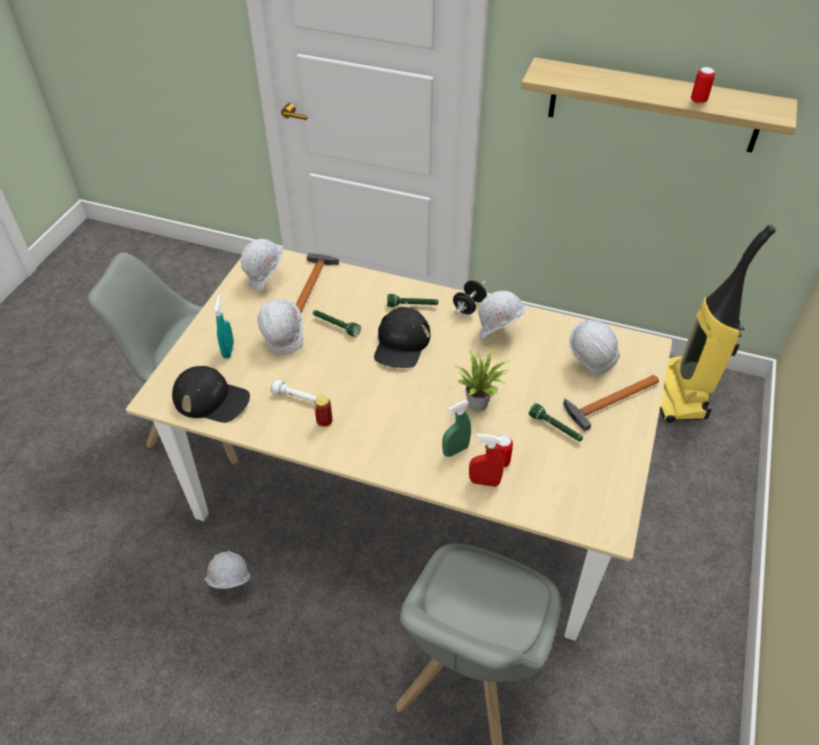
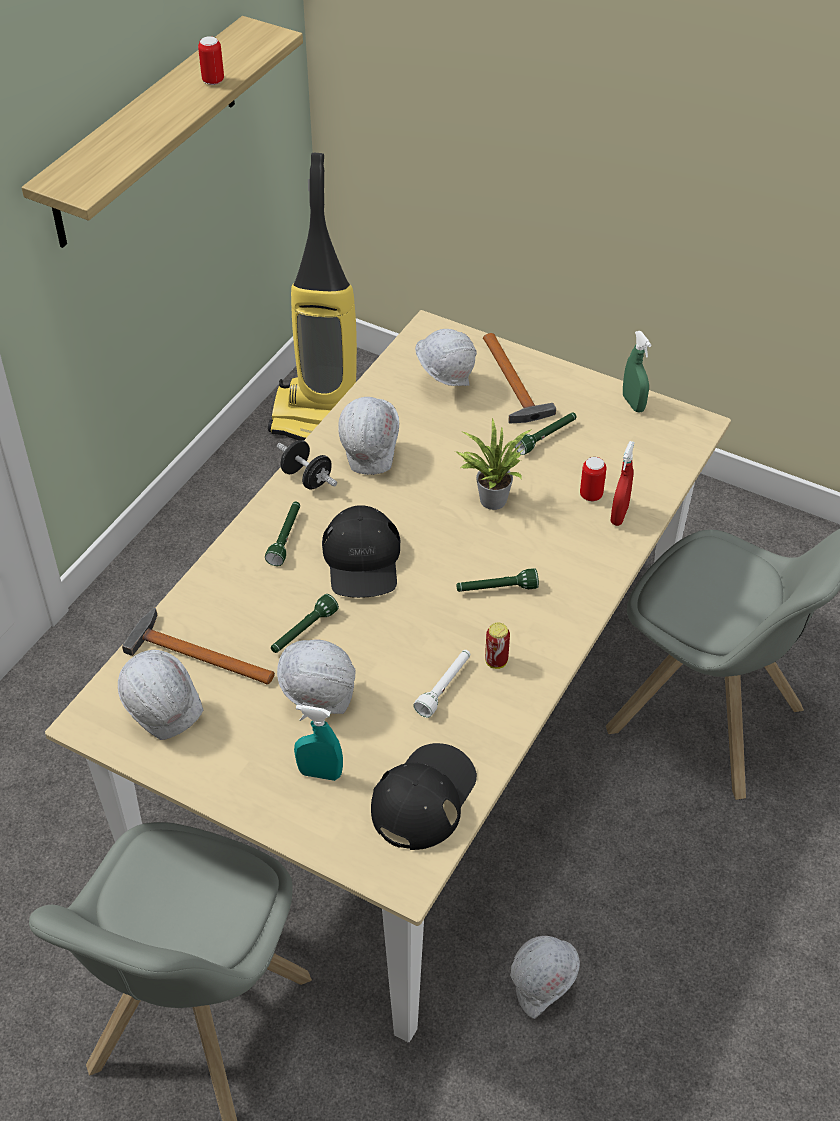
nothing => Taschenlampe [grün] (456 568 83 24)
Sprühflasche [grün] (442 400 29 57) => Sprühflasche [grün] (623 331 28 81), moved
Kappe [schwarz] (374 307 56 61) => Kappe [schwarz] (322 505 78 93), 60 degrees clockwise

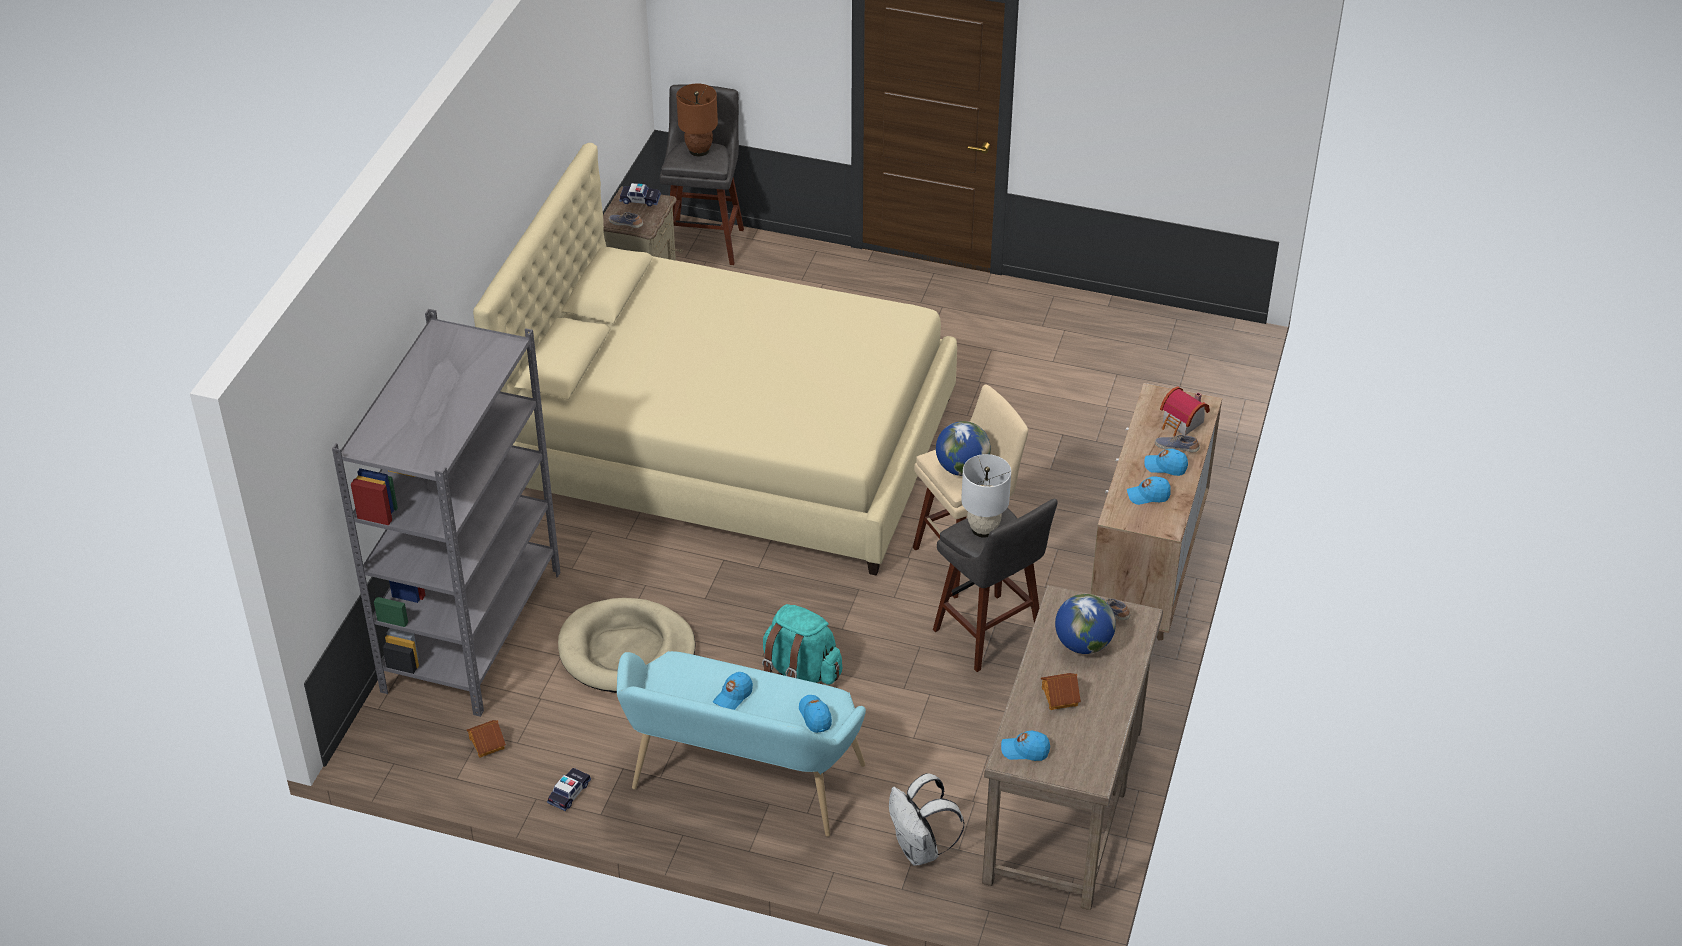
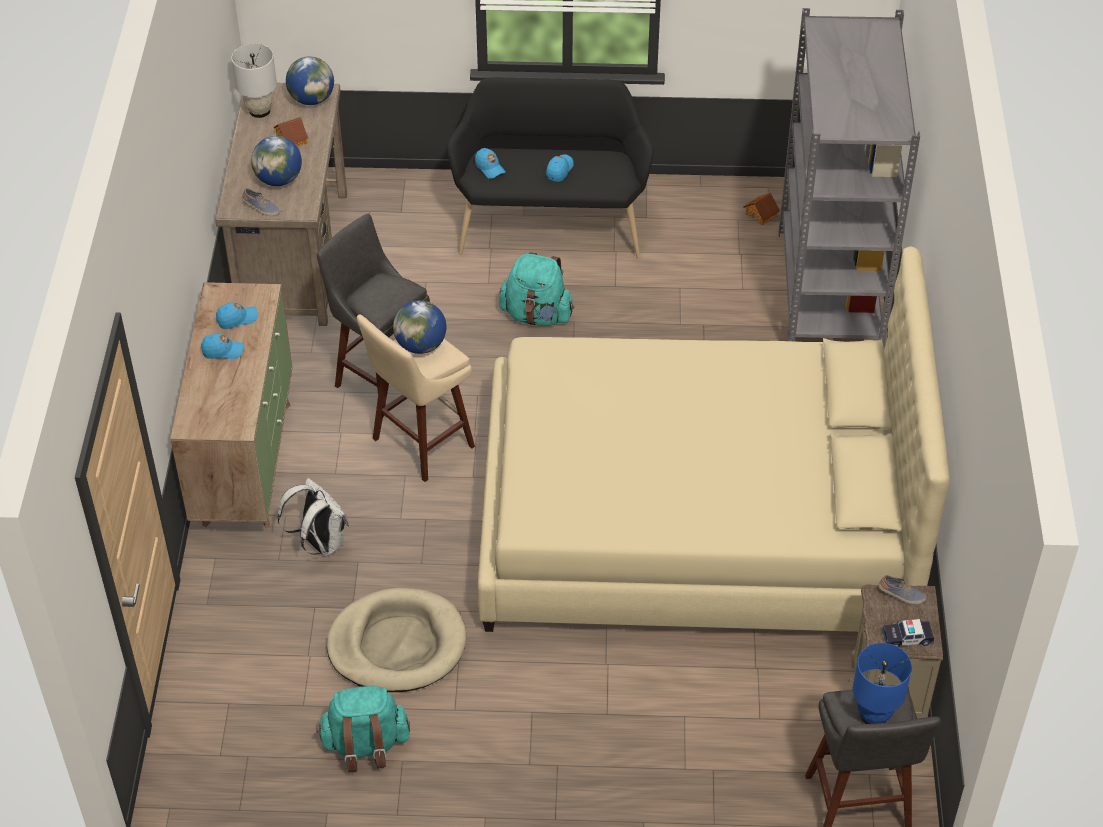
Spielzeugauto (547 768 44 43) => nothing
Schuh (1155 435 45 17) => nothing
Spielzeughaus (1160 386 50 50) => nothing
nothing => Rucksack [türkis] (316 686 94 86)
Hundebett [beige] (558 598 138 95) => Hundebett [beige] (327 588 140 104), moved
Rucksack [weiß] (889 773 75 93) => Rucksack [weiß] (277 478 72 79), moved
Tischlampe [weiß] (961 454 50 84) => Tischlampe [weiß] (231 43 46 75), moved
Kappe [blau] (1001 731 49 30) => Globus (286 56 48 49)
Bank [türkis] (617 651 249 186) => Bank [schwarz] (447 77 207 182)
Tischlampe [braun] (676 83 42 73) => Tischlampe [blau] (853 643 59 81)

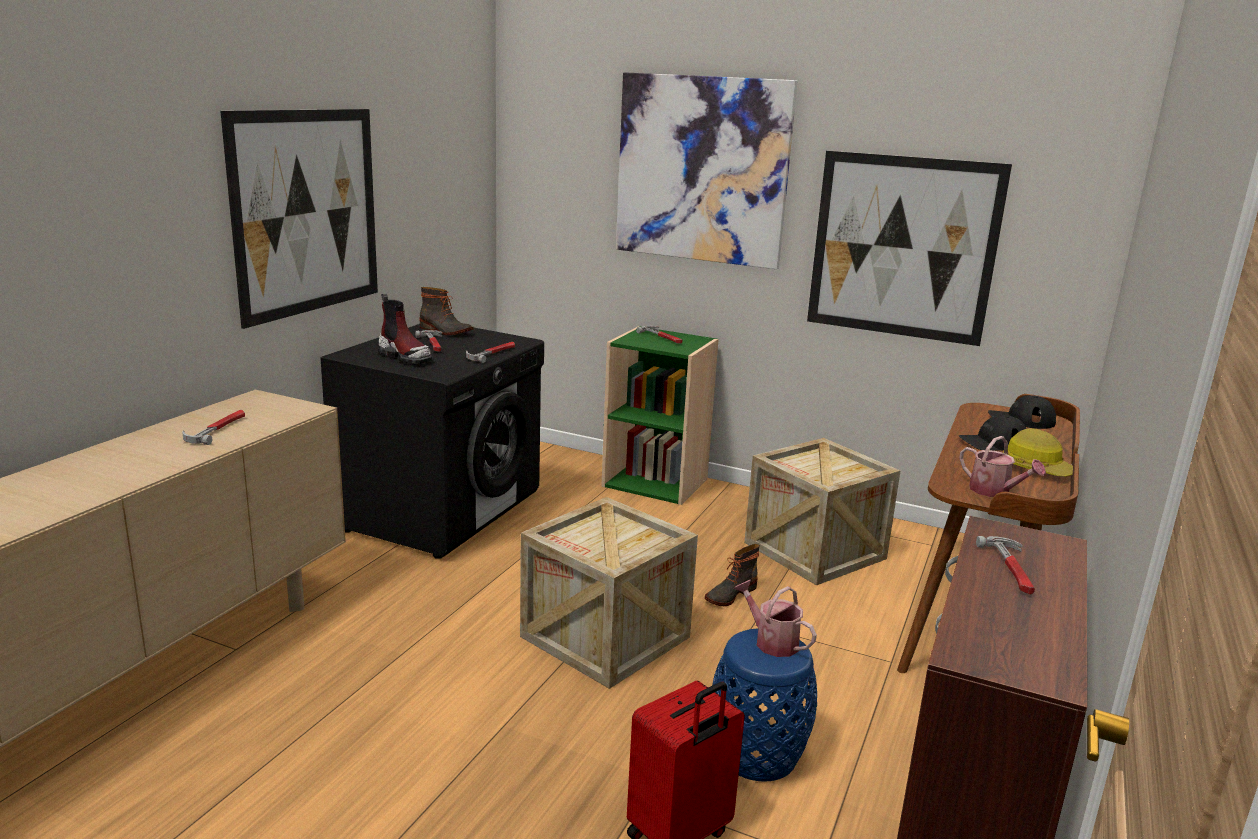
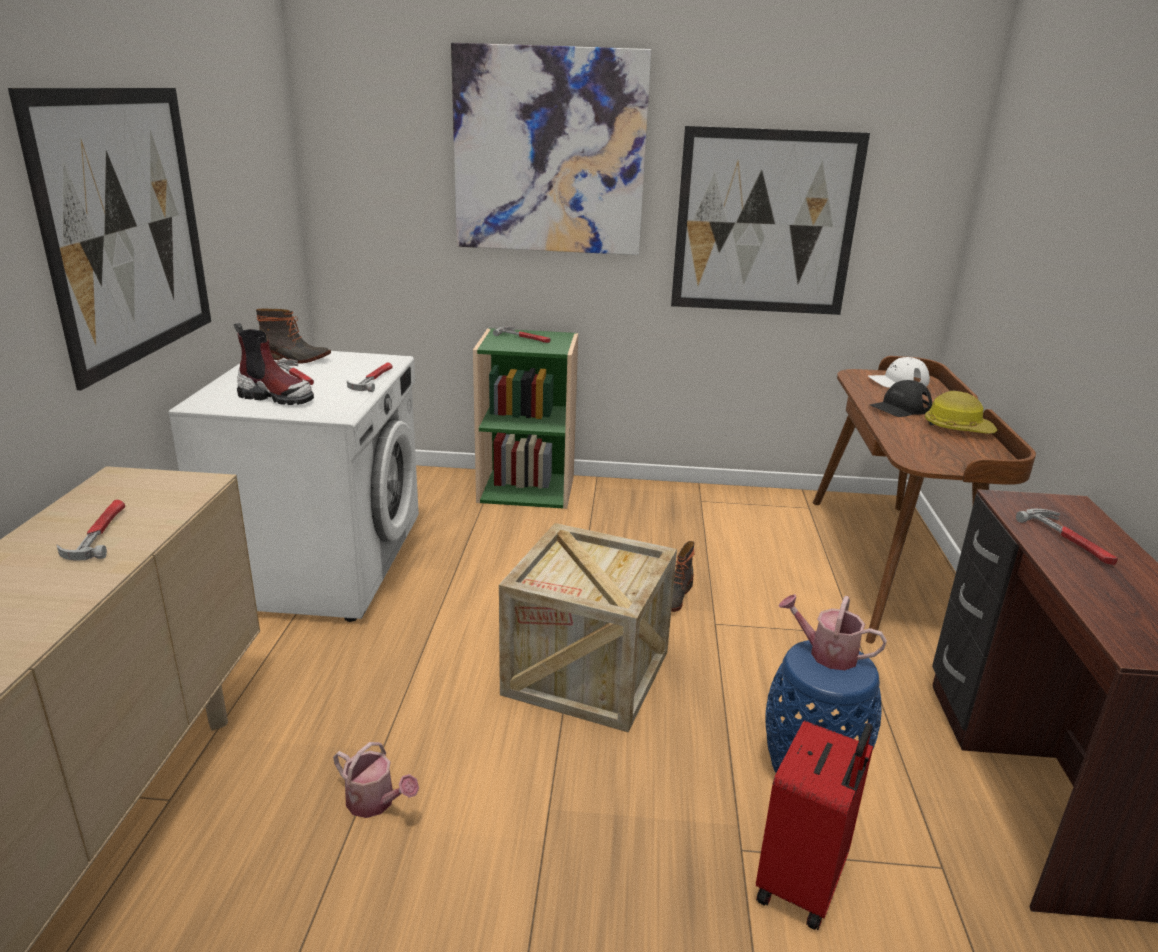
Kiste (744 438 156 147) => nothing
Gießkanne (959 436 87 61) => Gießkanne (333 742 86 76), moved
Waschmaschine [schwarz] (320 324 224 234) => Waschmaschine [weiß] (168 351 251 271)
Kappe [schwarz] (988 395 68 34) => Kappe [weiß] (868 357 62 31)

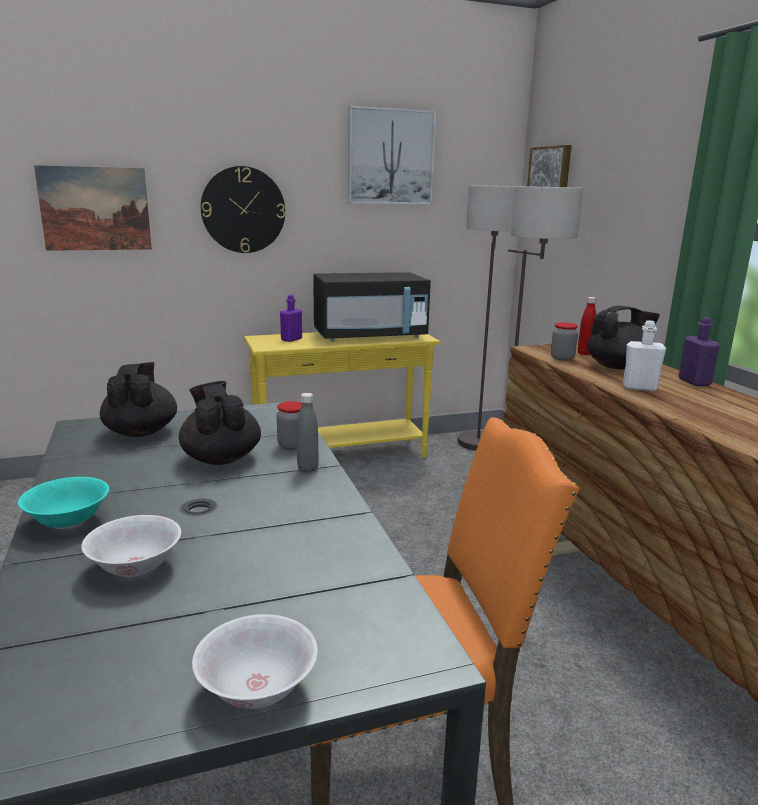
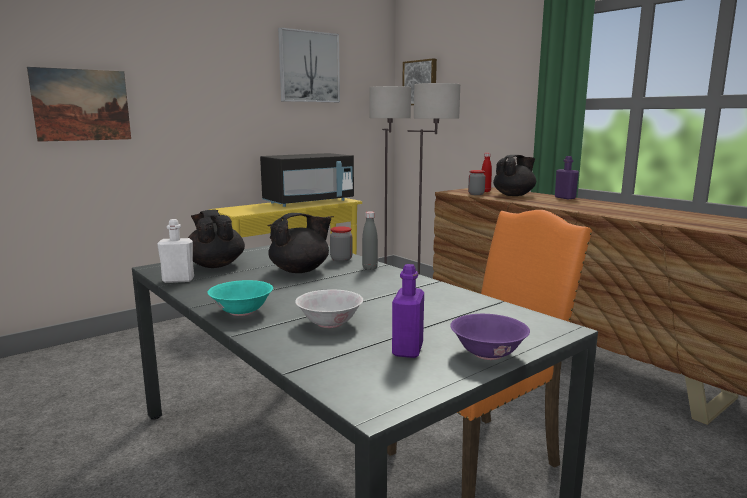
Wanduhr (201 166 84 87) => nothing
Flasche [lila] (280 295 22 47) => Flasche [lila] (392 264 32 94), moved
Flasche [weiß] (623 320 43 71) => Flasche [weiß] (157 219 37 64), moved
Schüssel [weiß] (192 614 126 95) => Schüssel [lila] (450 314 80 46)
Teekanne [schwarz] (179 381 82 84) => Teekanne [schwarz] (268 213 63 60), 105 degrees clockwise

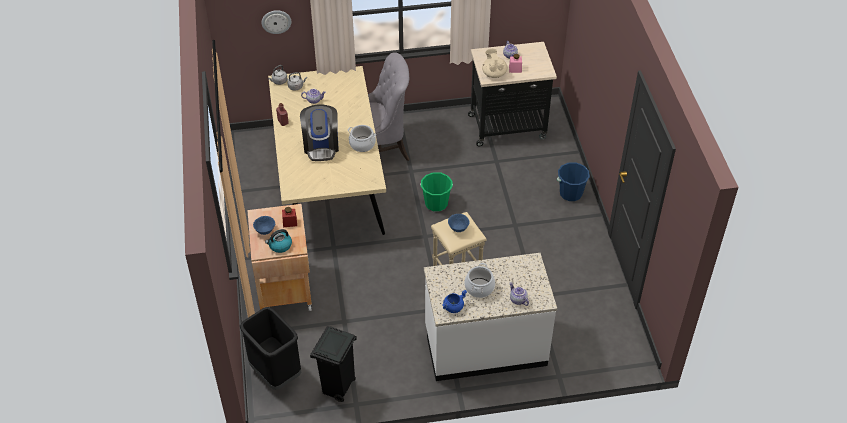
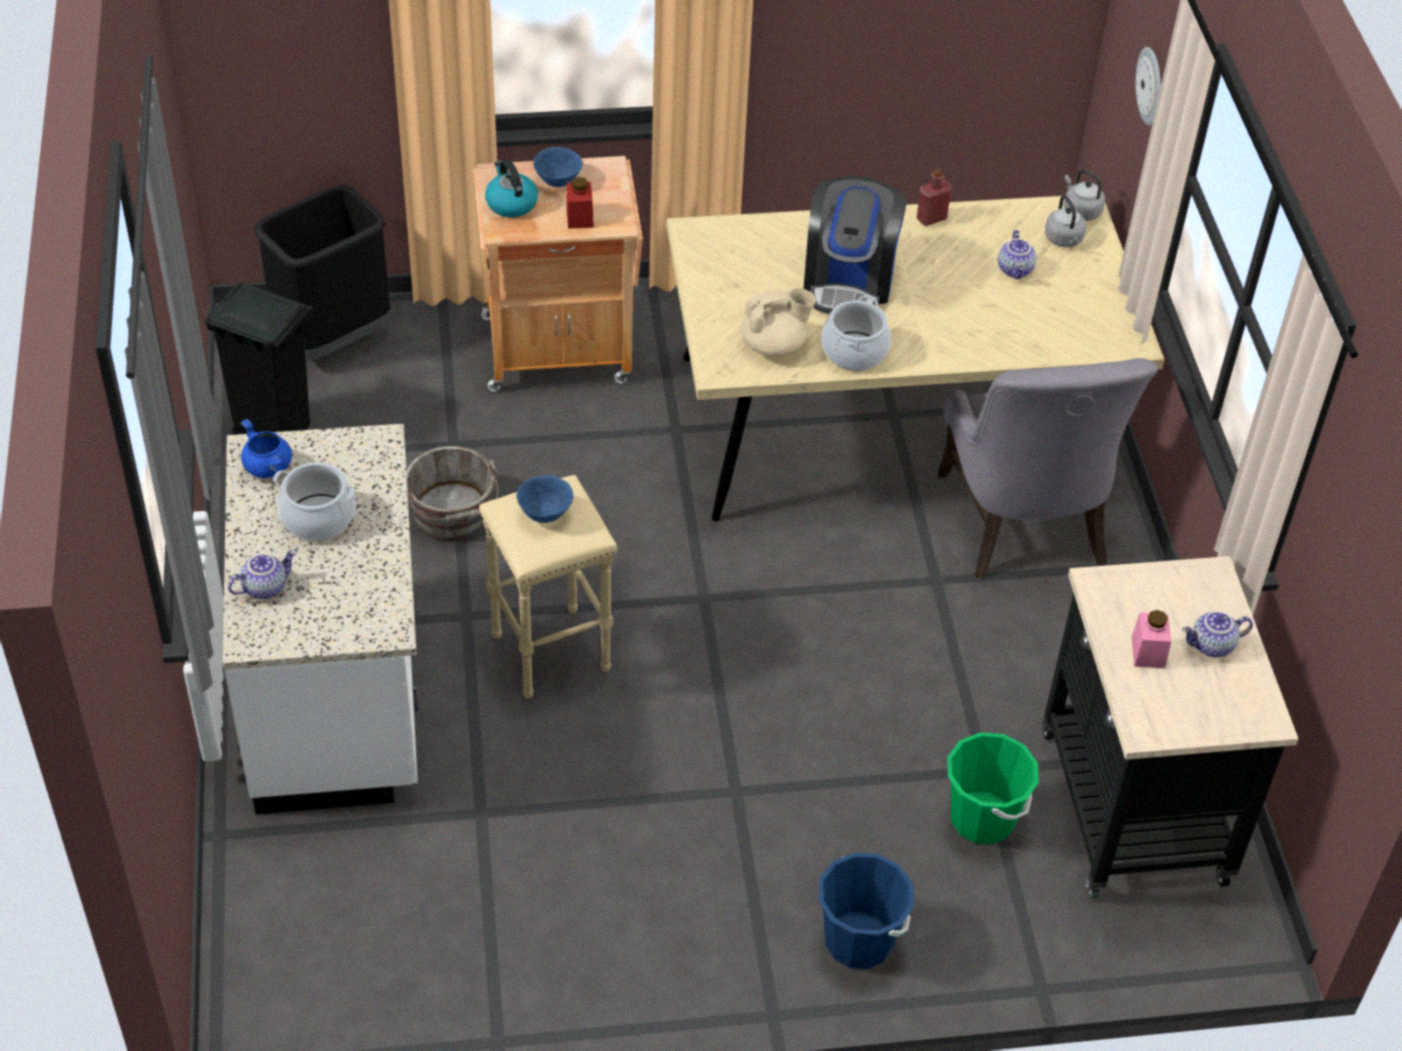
nothing => Eimer [grau] (407 446 92 96)
Eimer [grün] (420 172 33 40) => Eimer [grün] (948 733 91 111), moved
Teekanne [beige] (482 48 25 30) => Teekanne [beige] (741 288 75 69), moved
Kaffeemaschine (300 104 39 57) => Kaffeemaschine (804 176 102 138), 75 degrees counterclockwise

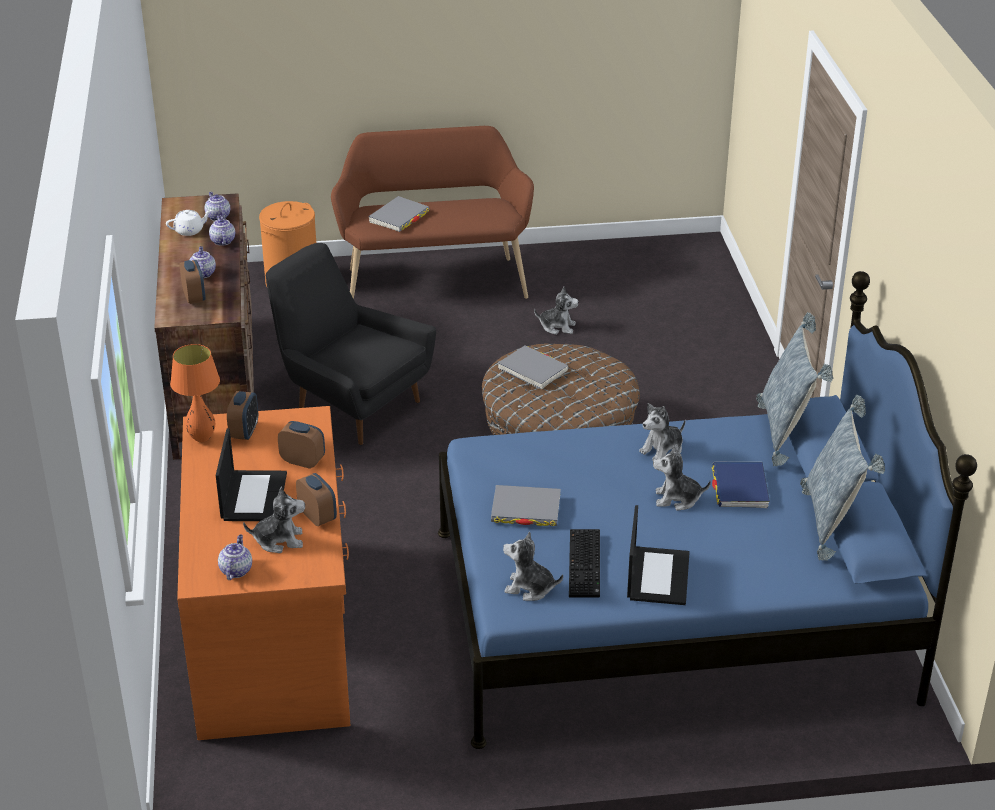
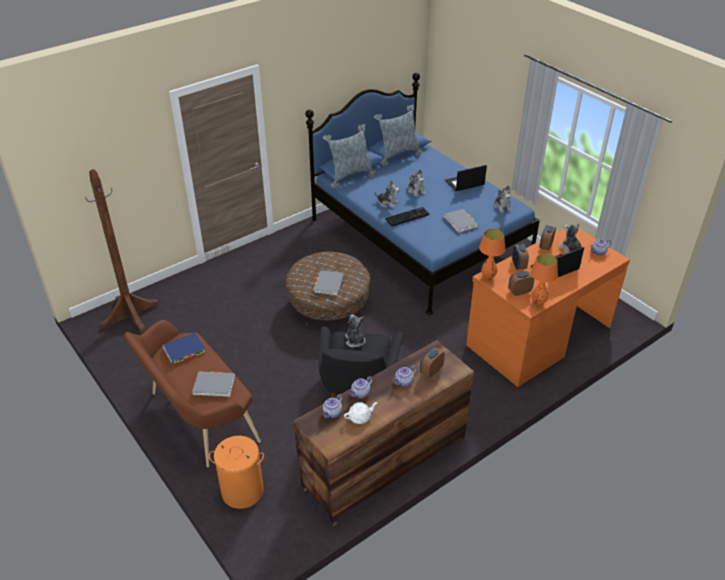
nothing => Kleiderständer [braun] (85 169 74 164)
nothing => Tischlampe [orange] (479 228 27 51)
Plüschtier (534 286 45 49) => Plüschtier (345 315 20 32), moved
Tastatur (569 529 31 69) => Tastatur (385 207 44 20), moved
Buch [blau] (712 462 58 46) => Buch [blau] (163 333 43 31), moved
Teekanne [weiß] (166 210 46 26) => Teekanne [weiß] (344 402 34 22), 120 degrees clockwise

